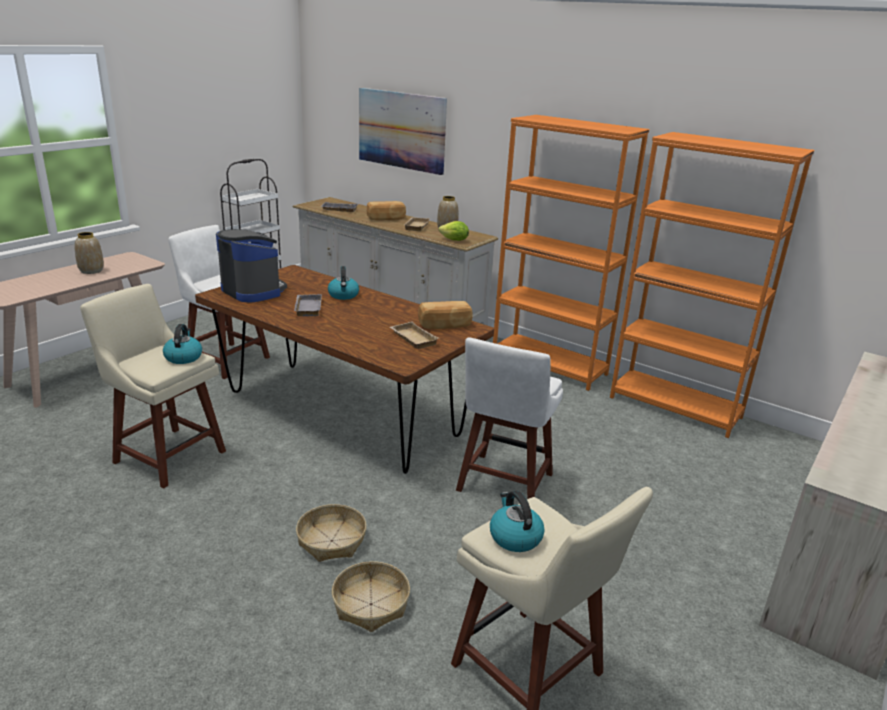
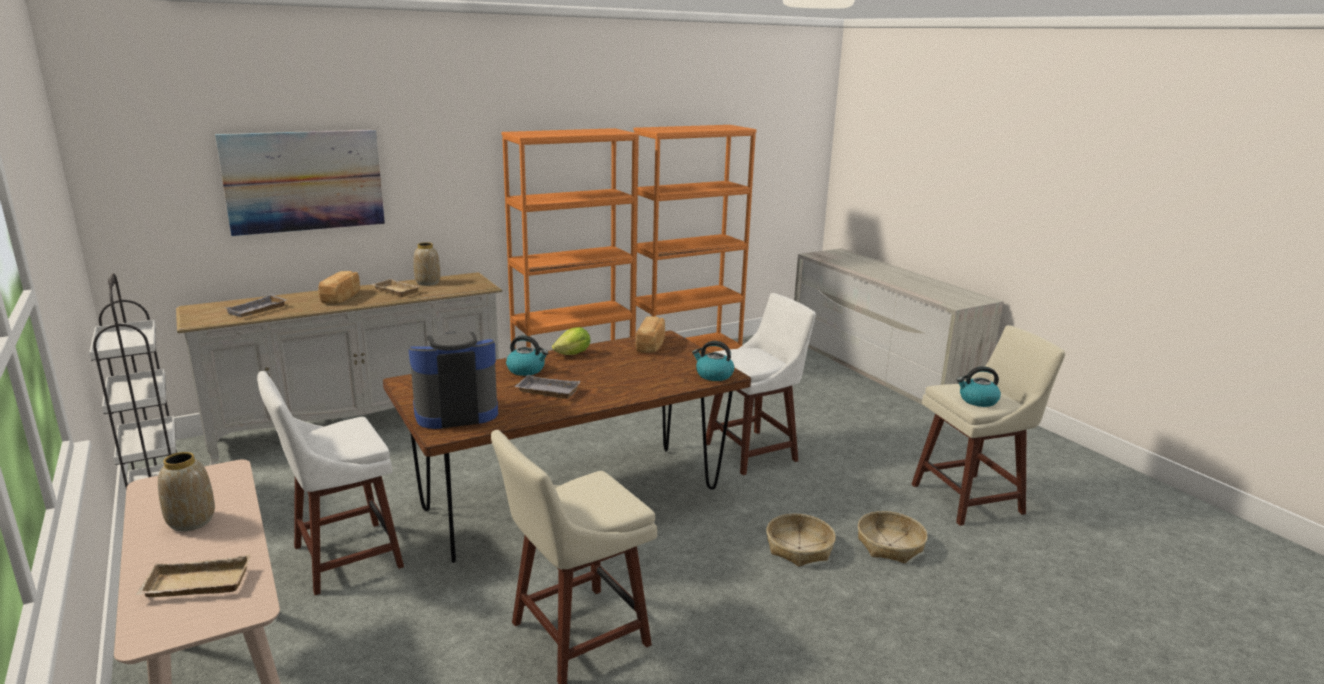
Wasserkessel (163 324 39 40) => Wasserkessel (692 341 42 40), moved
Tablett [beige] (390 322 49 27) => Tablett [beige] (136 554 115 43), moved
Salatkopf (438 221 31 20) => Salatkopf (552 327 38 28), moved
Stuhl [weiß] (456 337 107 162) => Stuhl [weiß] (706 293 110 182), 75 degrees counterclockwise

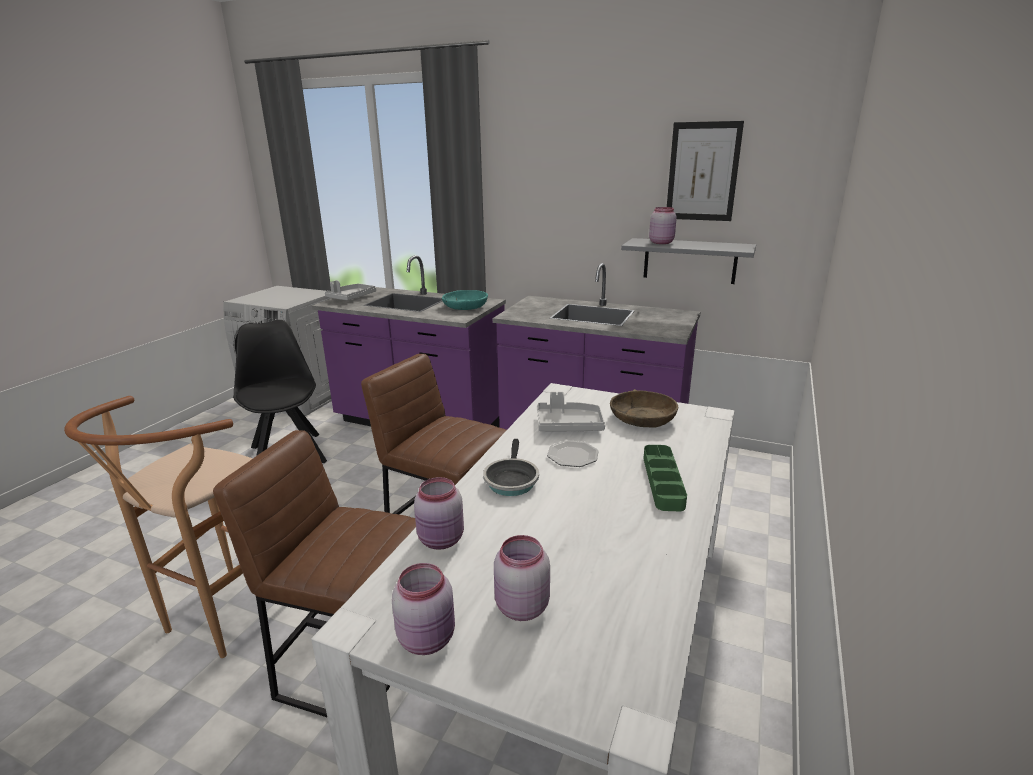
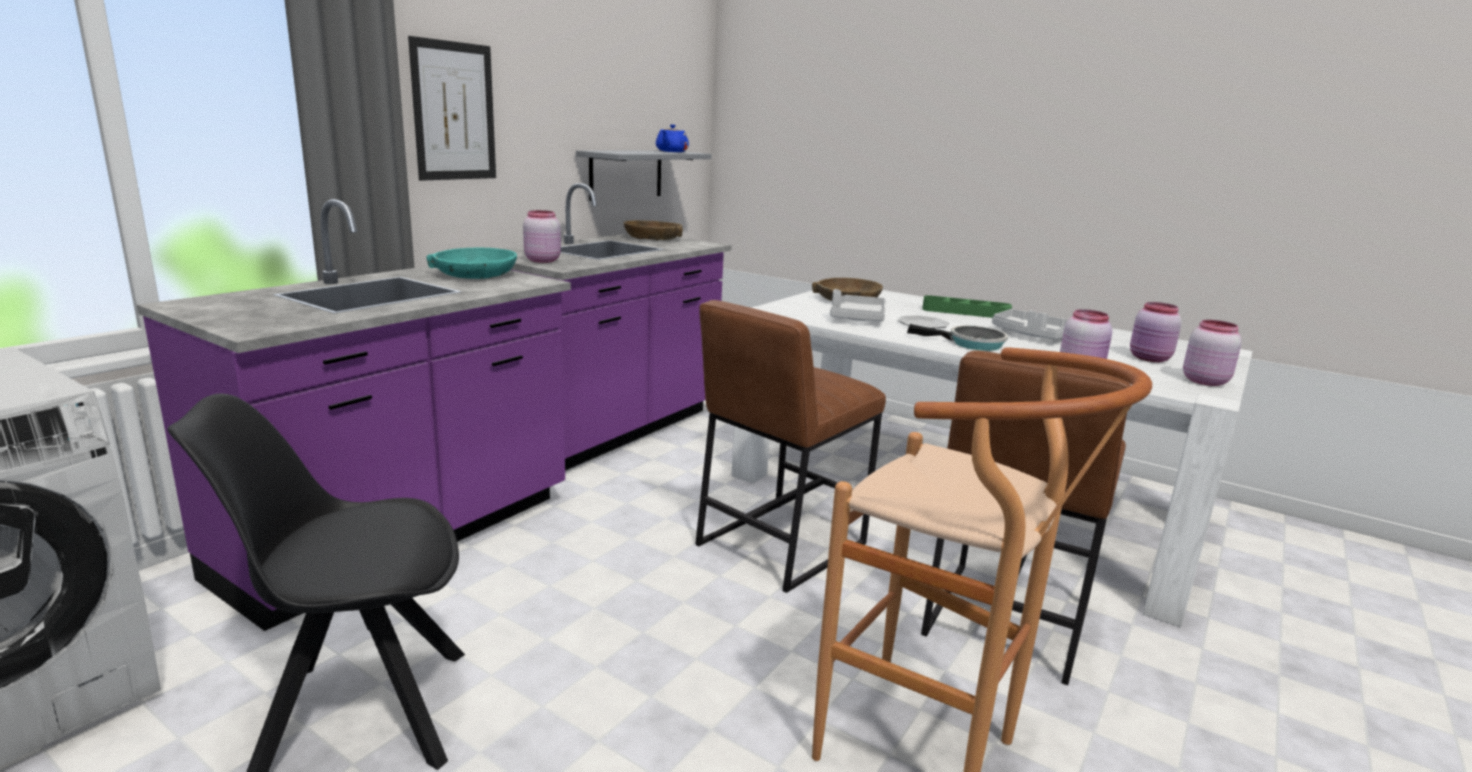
nothing => Schüssel [braun] (623 220 60 20)
nothing => Teekanne [blau] (656 124 33 28)
Tablett [grau] (325 280 51 20) => Tablett [grau] (992 309 75 31), moved
Vorratsglas [rosa] (649 207 28 37) => Vorratsglas [rosa] (523 210 38 53), moved
Bild (667 121 77 100) => Bild (408 36 88 145), moved

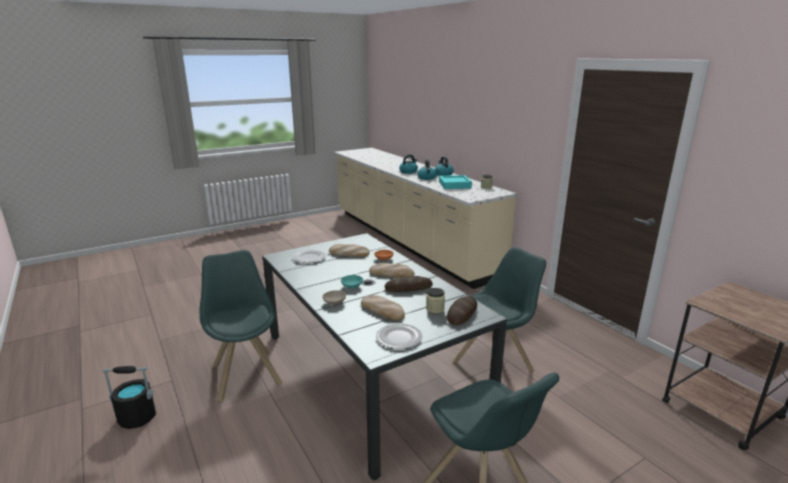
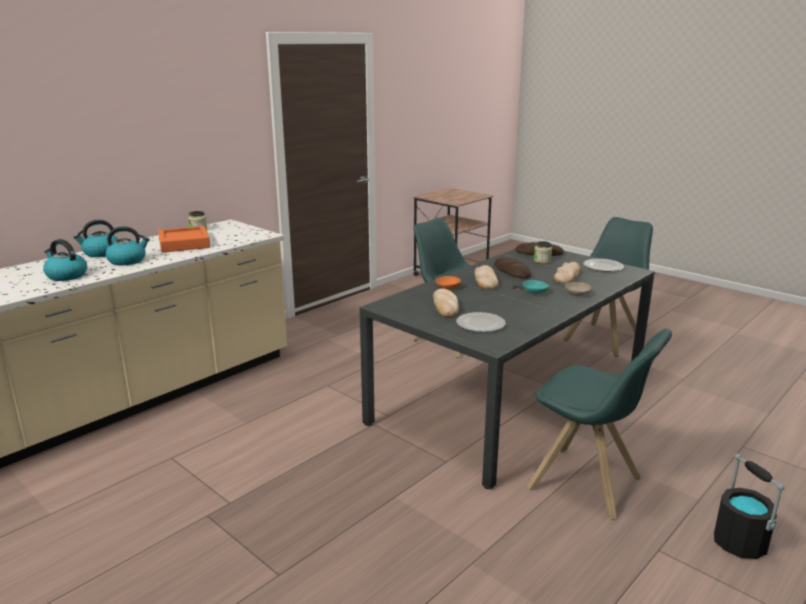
Tablett [türkis] (439 175 33 14) => Tablett [orange] (158 226 52 27)
Stuhl [türkis] (199 250 84 152) => Stuhl [türkis] (527 329 145 191), 105 degrees counterclockwise

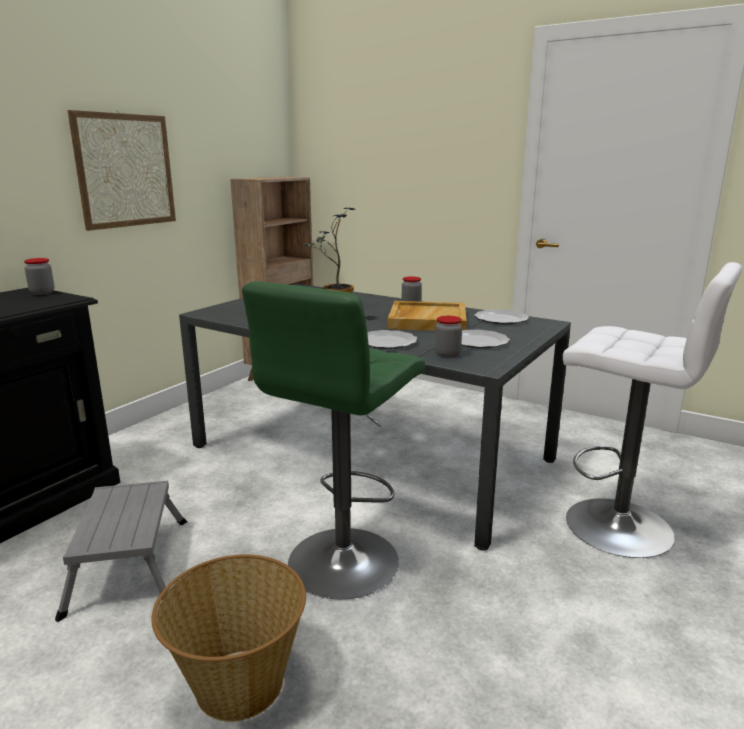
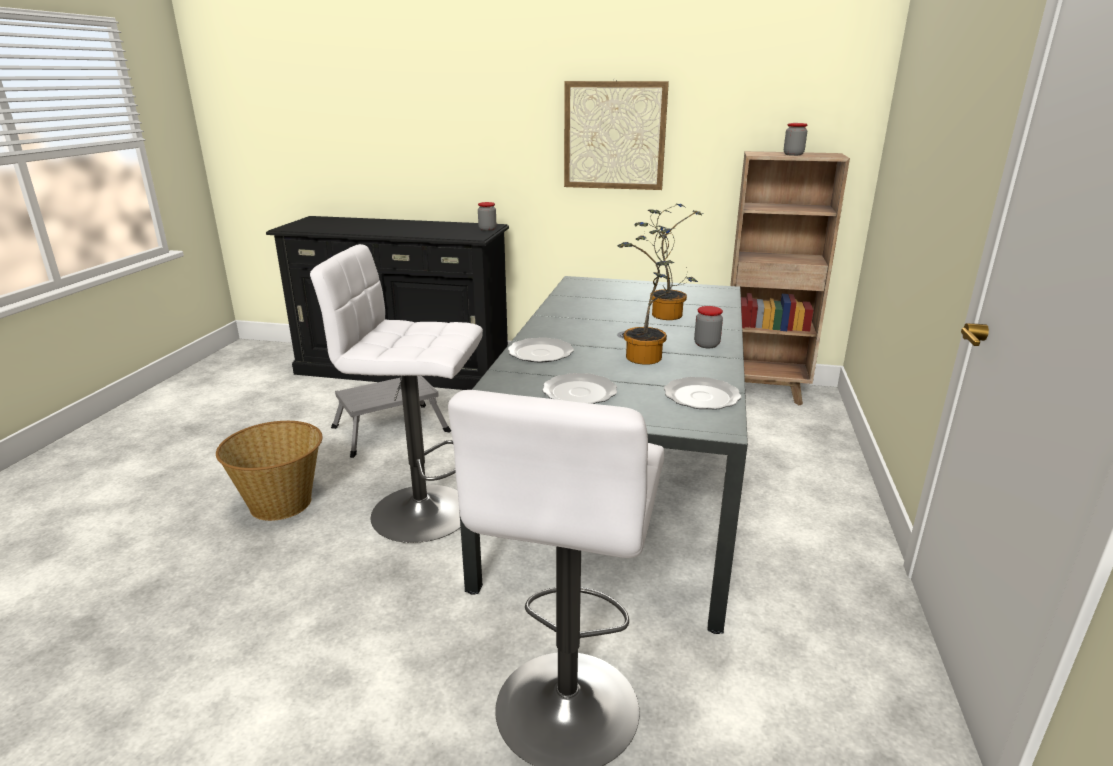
Vorratsglas (435 316 27 42) => Vorratsglas (784 123 24 33), moved
Tablett [beige] (388 301 79 30) => Topfpflanze (617 222 81 143)
Hocker [grün] (242 281 183 318) => Hocker [weiß] (310 244 173 299)

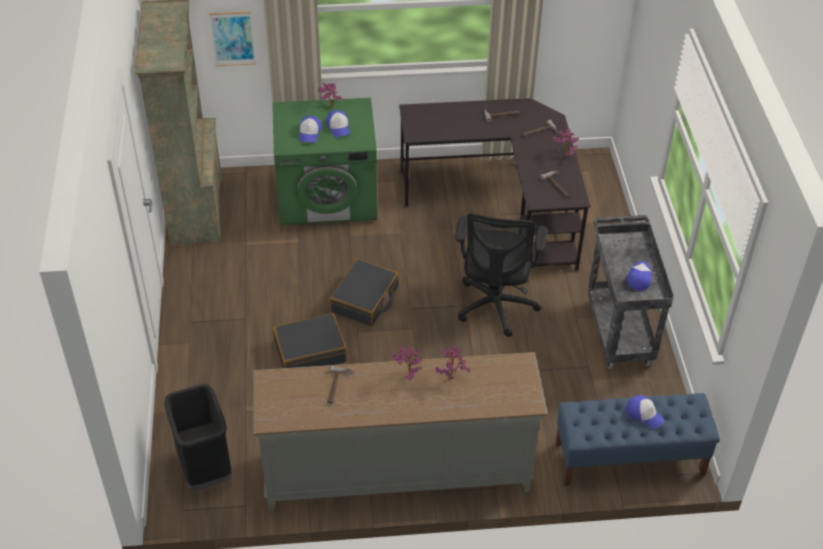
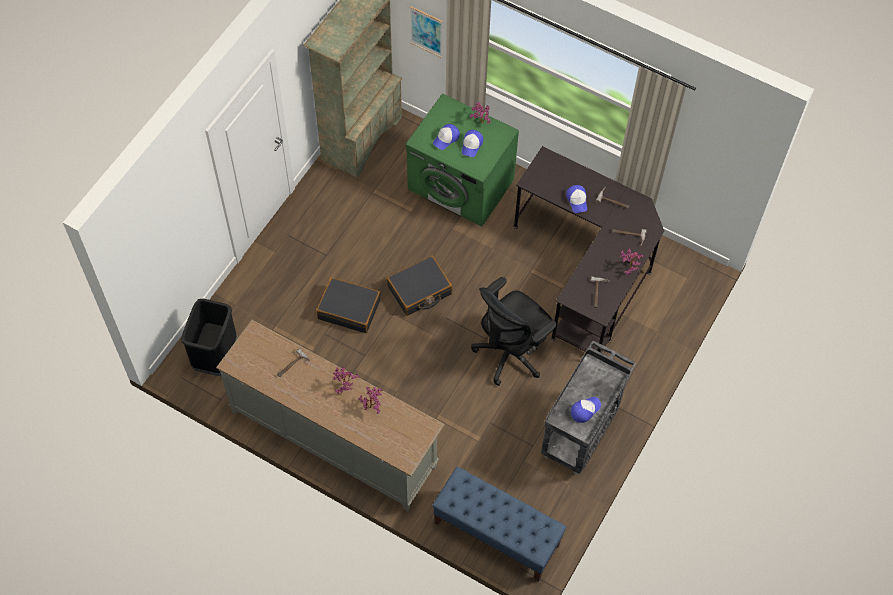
Kappe (626 395 39 34) => Kappe (566 185 21 28), moved

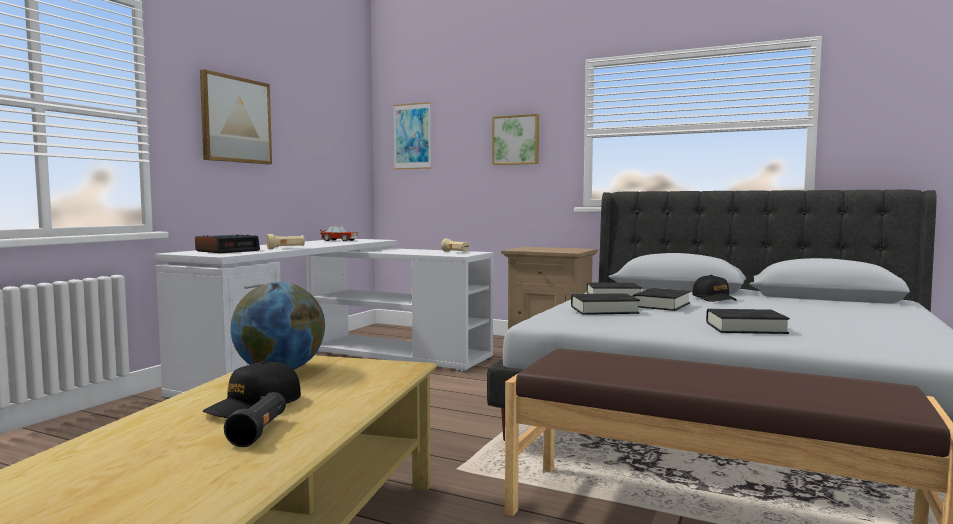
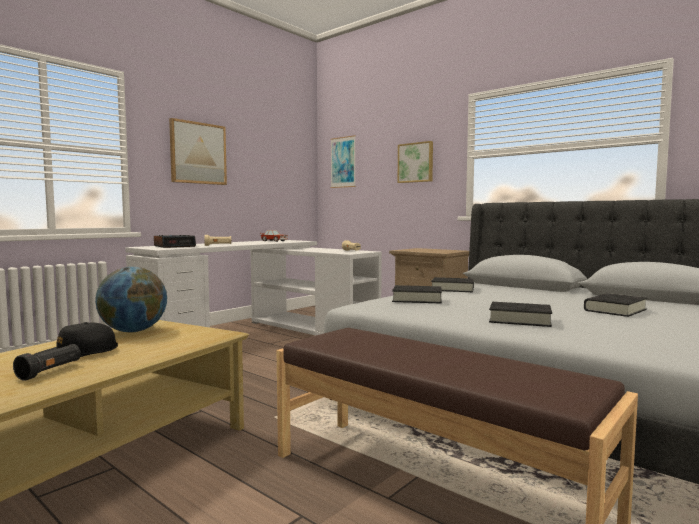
Kappe [schwarz] (692 275 45 27) => nothing
Buch [schwarz] (633 288 58 23) => Buch [schwarz] (584 293 63 24), moved

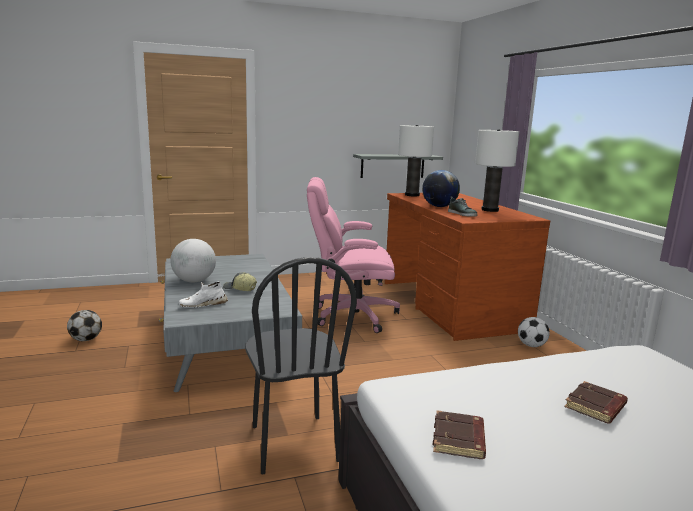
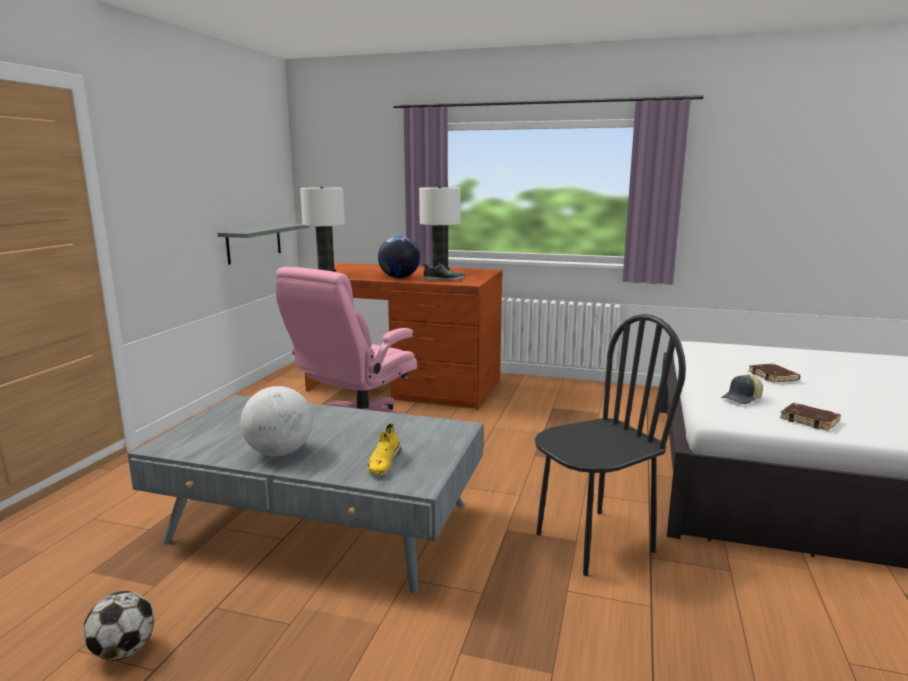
Fußball (518 317 32 30) => nothing
Kappe (223 273 34 18) => Kappe (721 374 42 30), moved
Schuh [weiß] (179 282 49 25) => Schuh [gelb] (366 423 35 52)
Stuhl [schwarz] (245 257 112 217) => Stuhl [schwarz] (535 314 151 262), 45 degrees counterclockwise

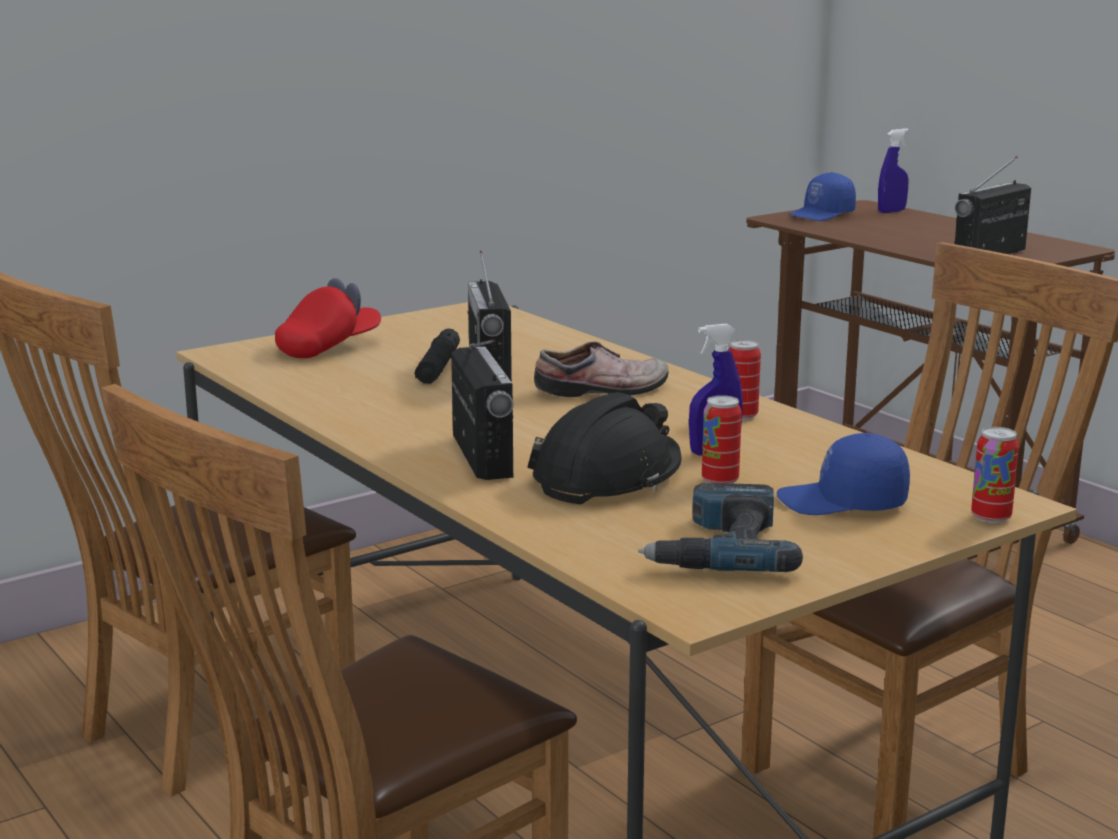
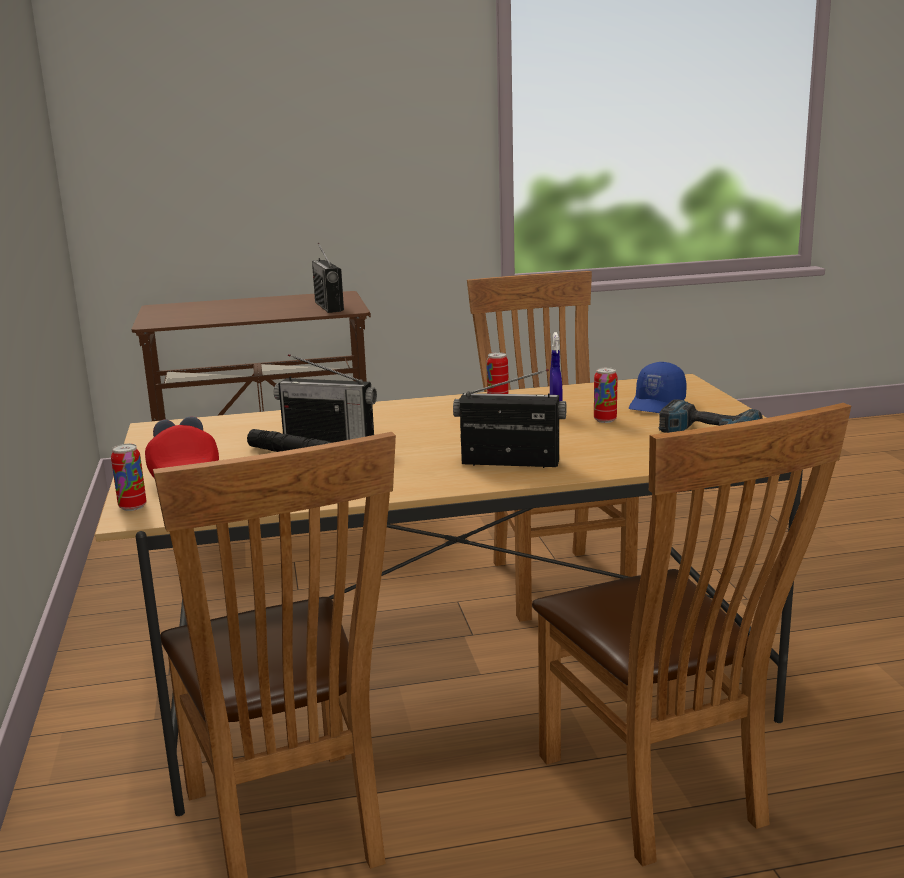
Schutzhelm [schwarz] (527 392 154 112) => nothing
Schuh (534 342 134 55) => nothing
Kappe [blau] (788 172 68 49) => nothing
Sprühflasche [blau] (878 128 31 85) => nothing
Dose (971 427 48 96) => Dose (111 444 36 67), moved

